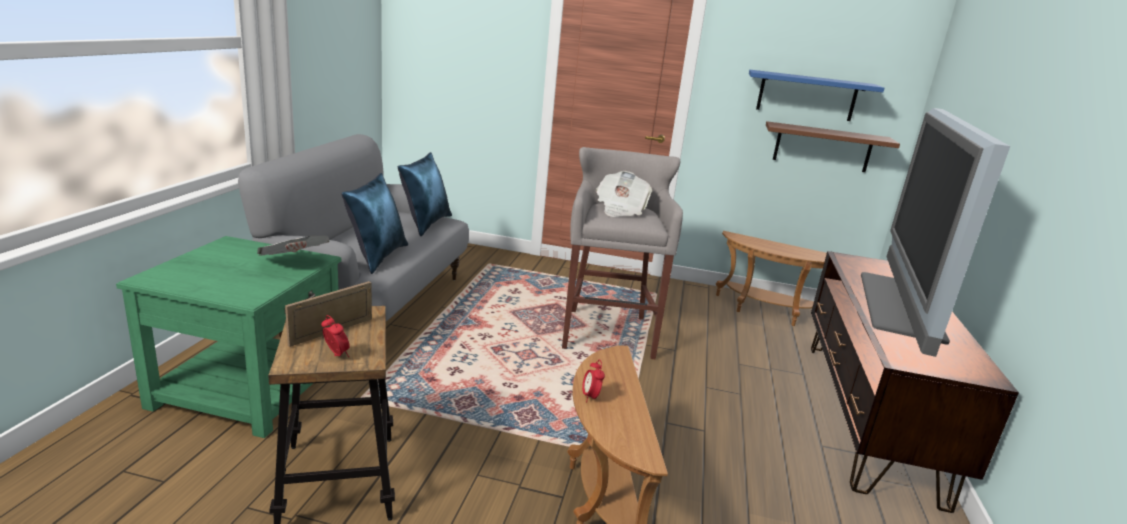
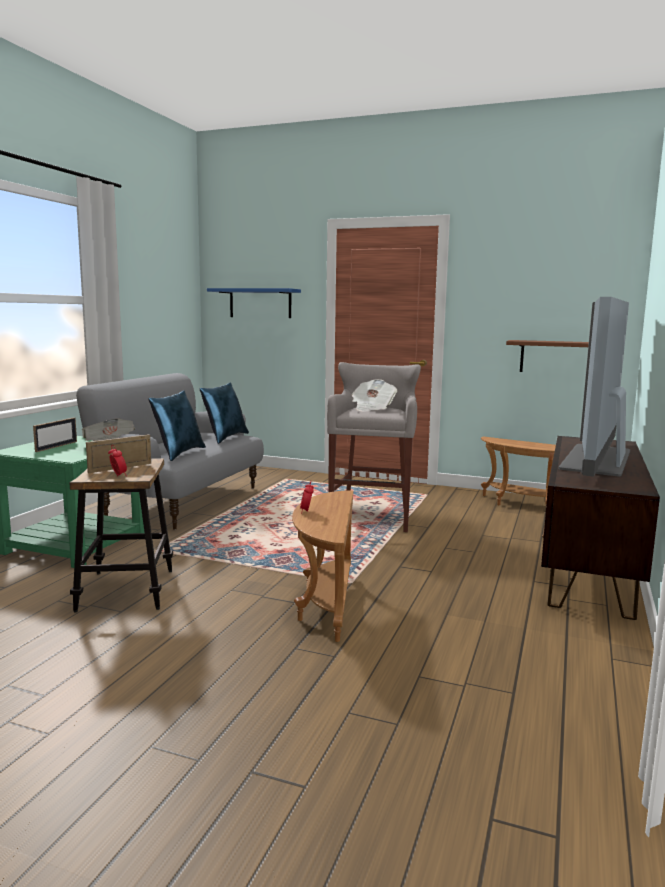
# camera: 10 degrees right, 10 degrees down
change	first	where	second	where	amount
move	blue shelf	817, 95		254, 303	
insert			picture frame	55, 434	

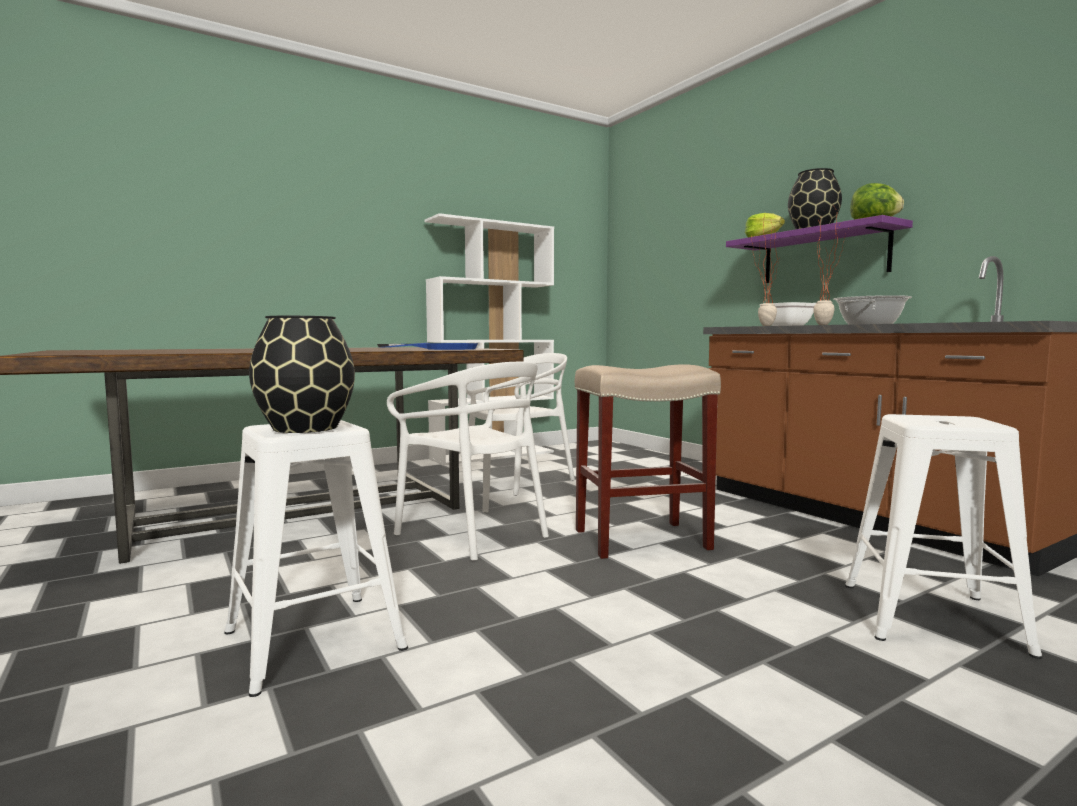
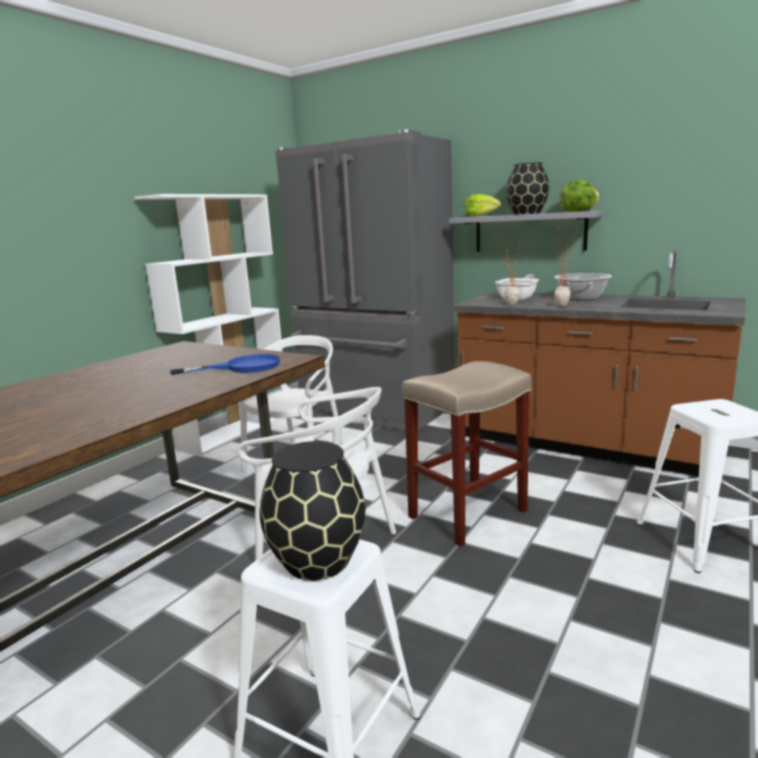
# camera: 25 degrees left, 10 degrees up
change	first	where	second	where	amount
recolor	purple shelf	819, 249	grey shelf	526, 231	
insert			grey fridge	364, 280	

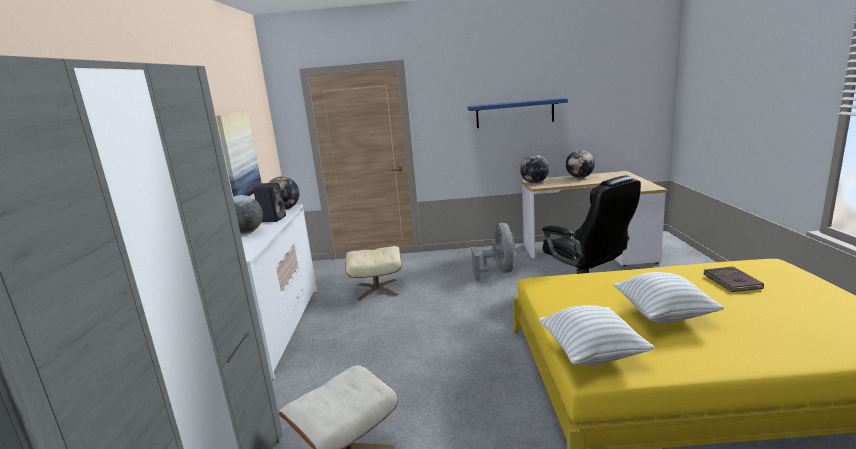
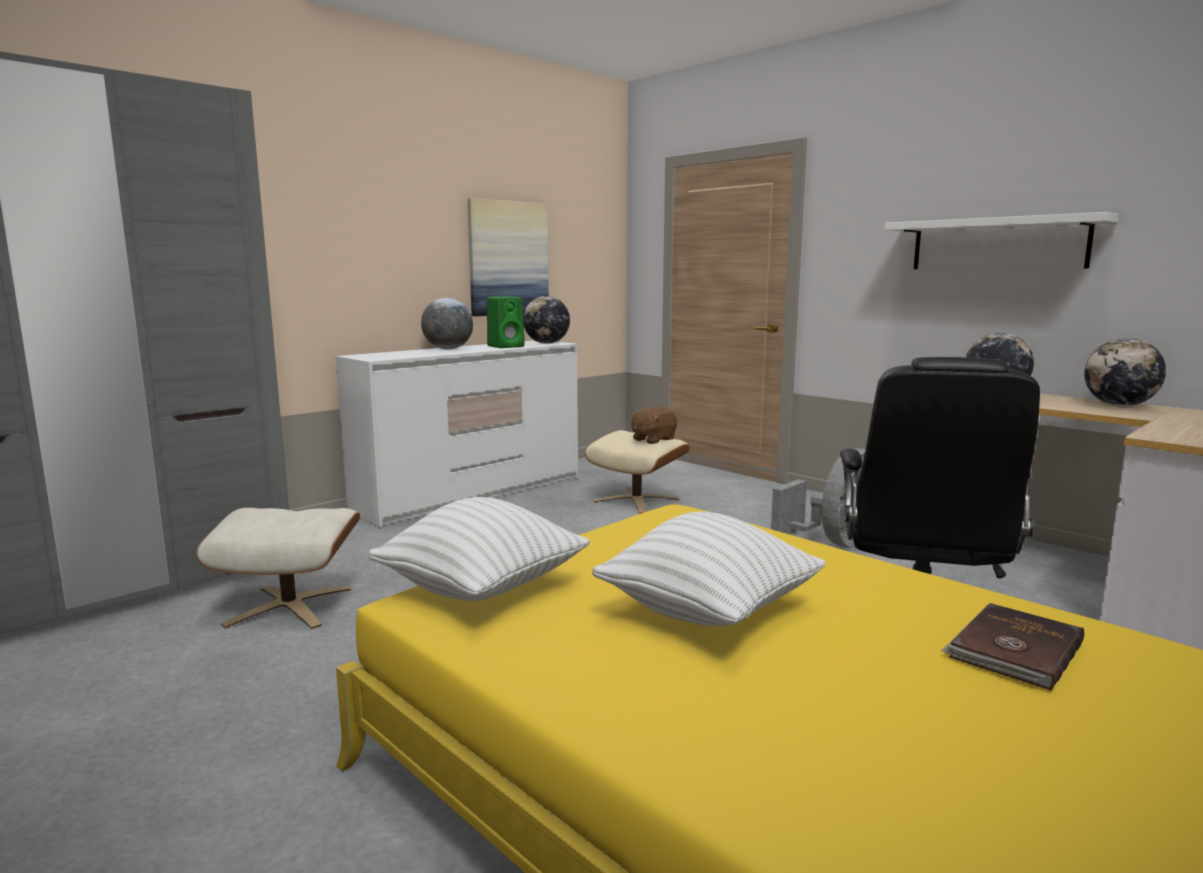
# camera: 45 degrees right, 5 degrees down
change	first	where	second	where	amount
recolor	black speaker	269, 202	green speaker	506, 322	
recolor	blue shelf	517, 113	white shelf	1001, 240	
insert			brown plush toy	654, 425	

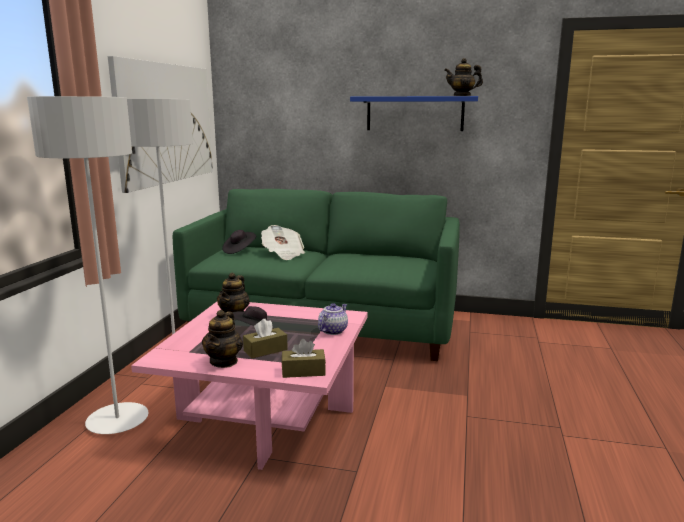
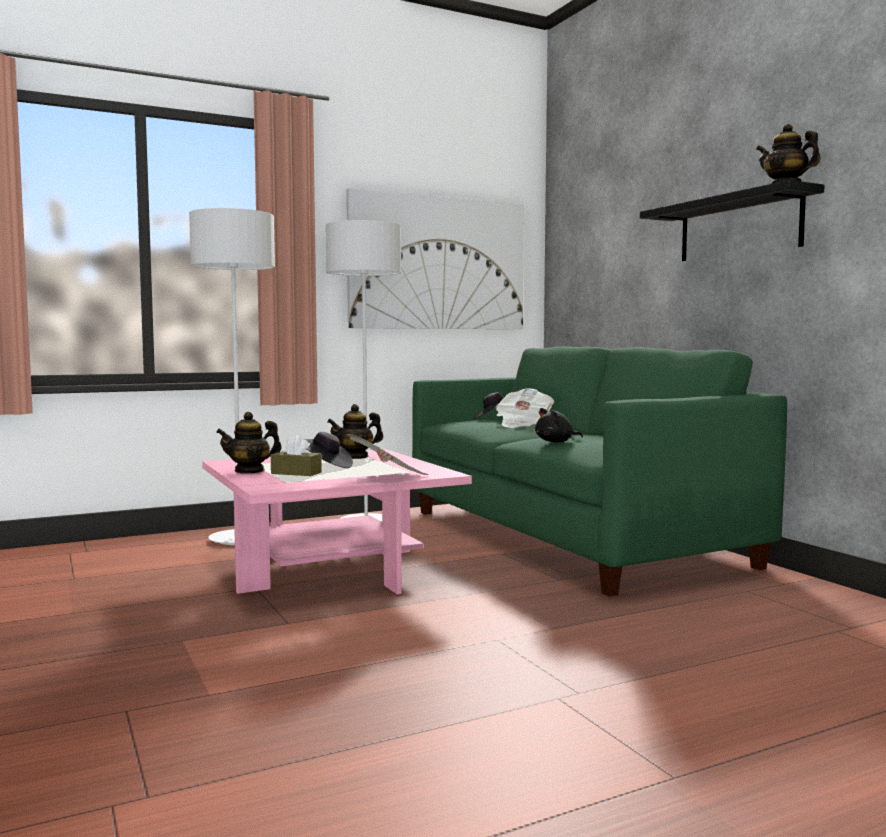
# camera: 50 degrees right, 10 degrees down
change	first	where	second	where	amount
delete	brown tissue box	304, 358			
replace	teapot	333, 319	newspaper	387, 454	
recolor	blue shelf	414, 113	black shelf	732, 220	
insert			black plush toy	559, 425	

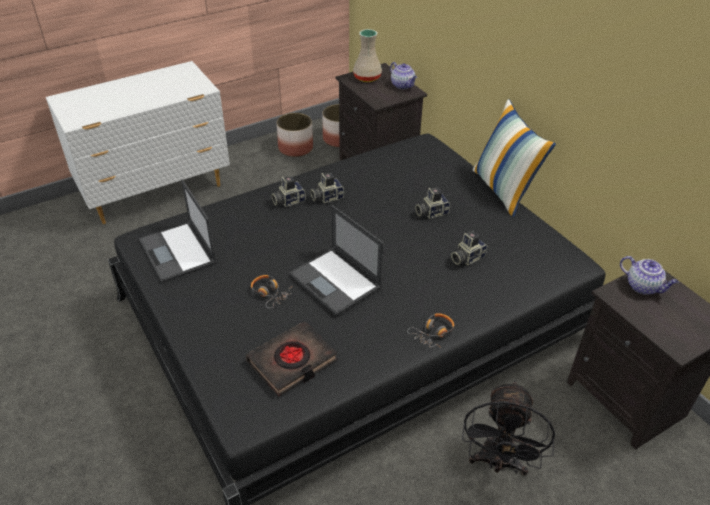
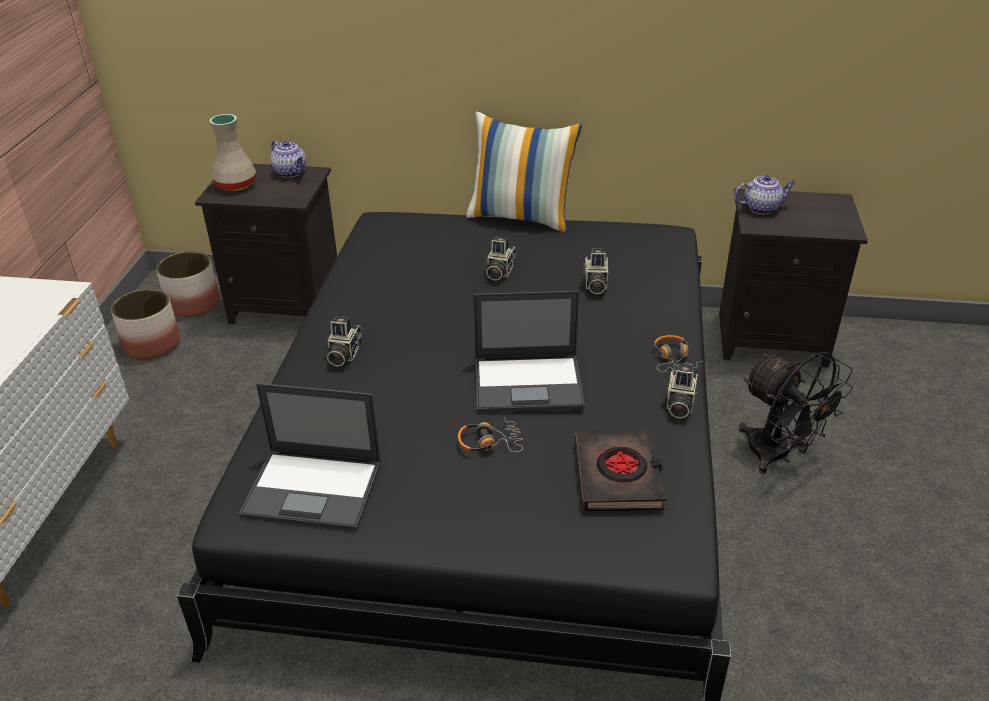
# camera: 50 degrees left, 5 degrees down
change	first	where	second	where	amount
move	photo camera	327, 188		681, 391	
rotate	teapot	403, 75		288, 158	45 degrees clockwise

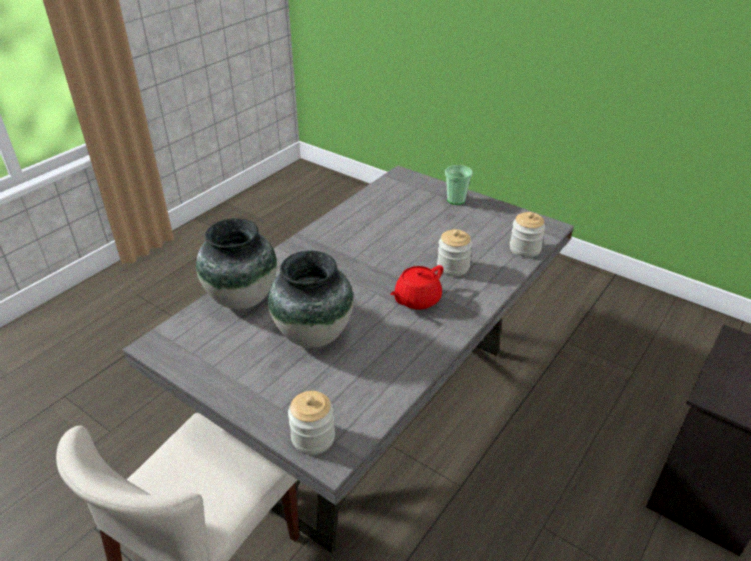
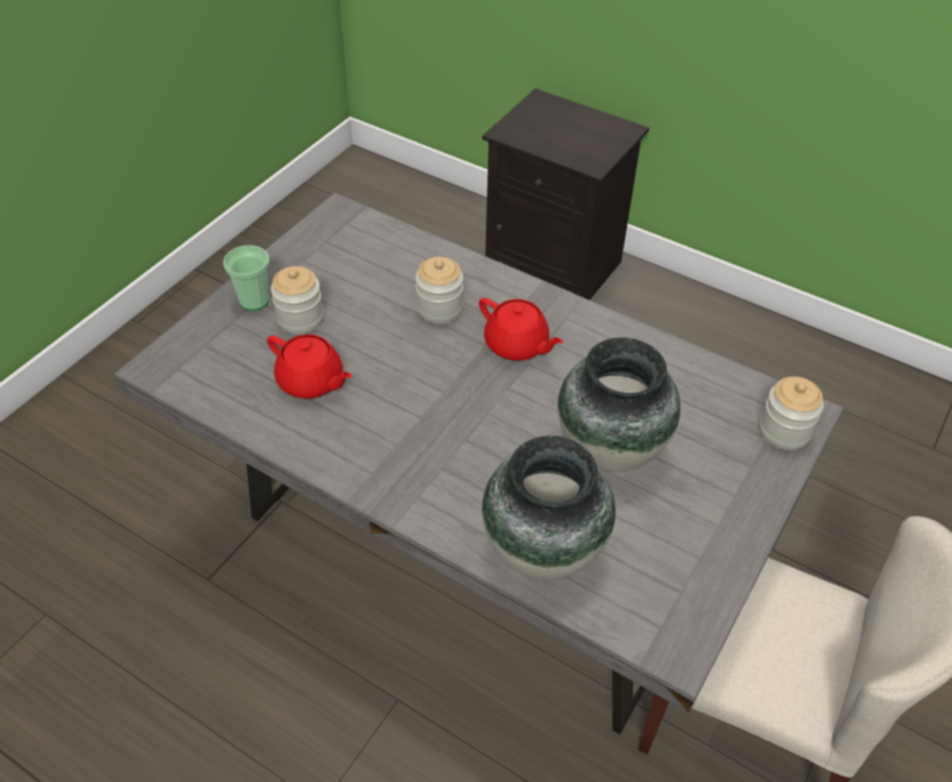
# camera: 95 degrees left, 10 degrees up
change	first	where	second	where	amount
move	jar	528, 234		297, 300	
insert			red teapot	309, 366	

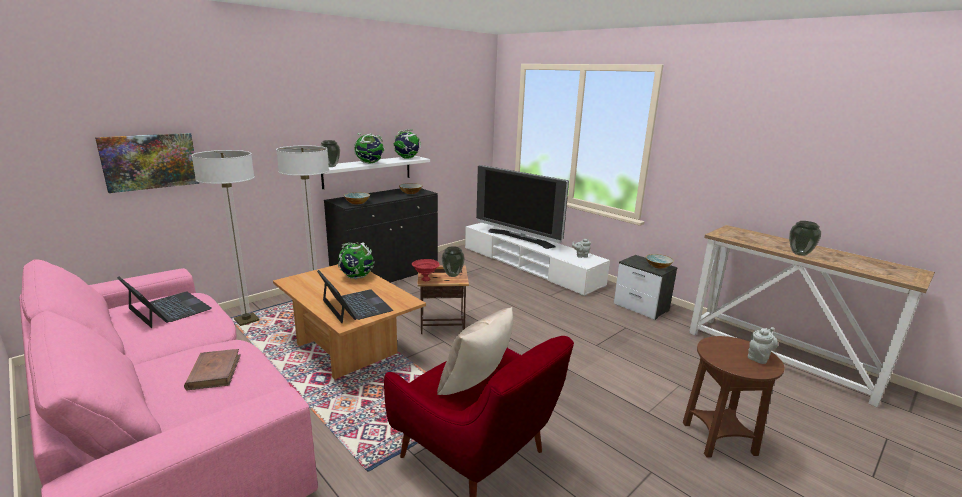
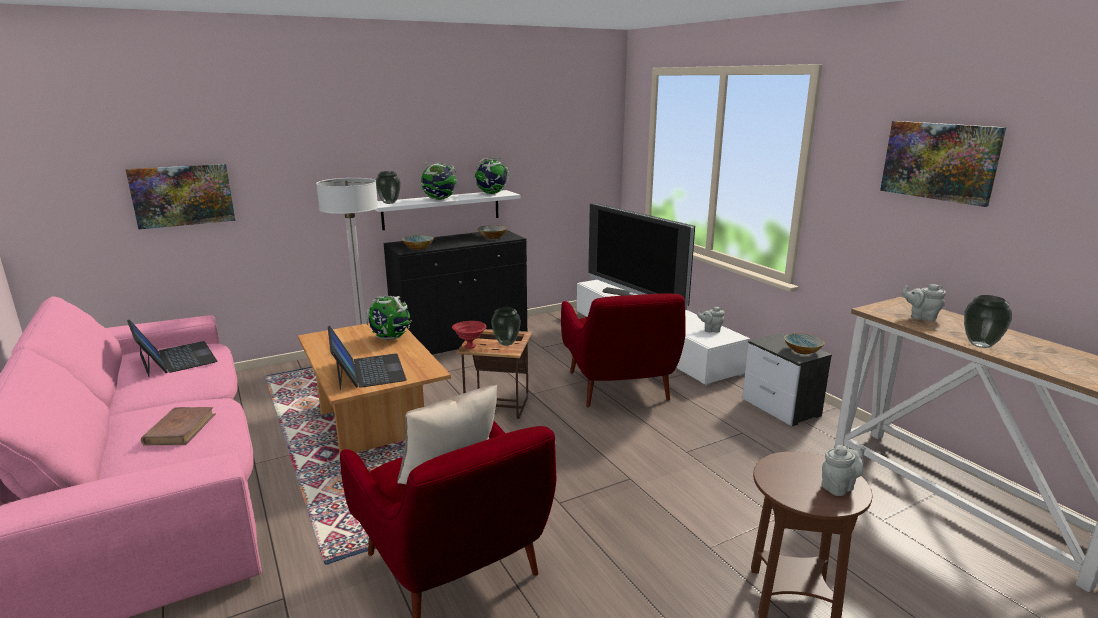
# camera: 15 degrees right, 0 degrees up
change	first	where	second	where	amount
delete	floor lamp	225, 238			
insert			red armchair	623, 350	
insert			picture	943, 164	
insert			grey teapot	924, 302	

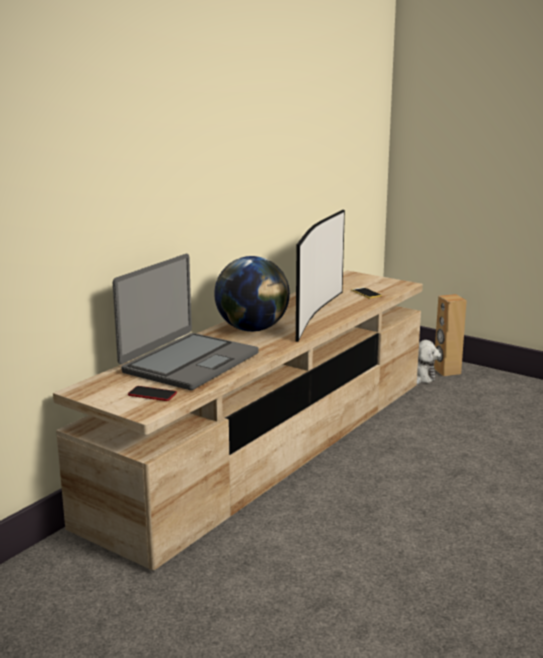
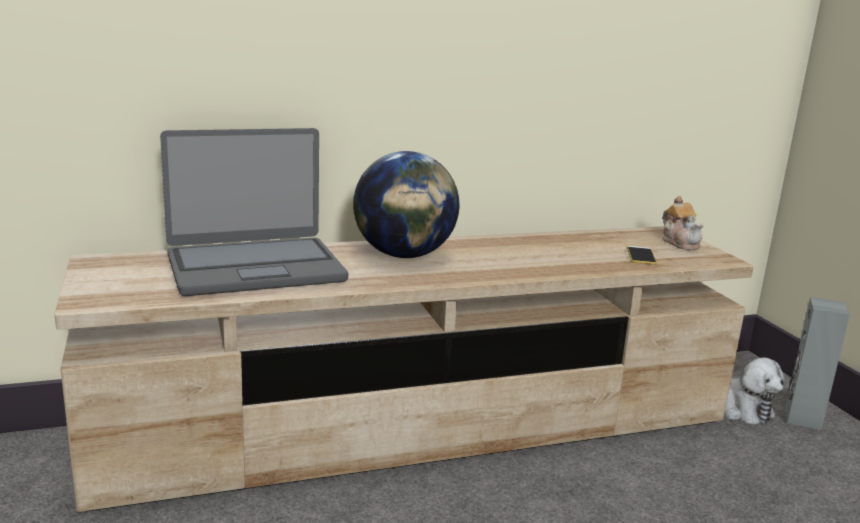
# camera: 35 degrees right, 0 degrees up
change	first	where	second	where	amount
delete	phone	152, 393			
delete	television	320, 276			
recolor	brown speaker	450, 335	grey speaker	817, 363	
insert			teapot	683, 223	

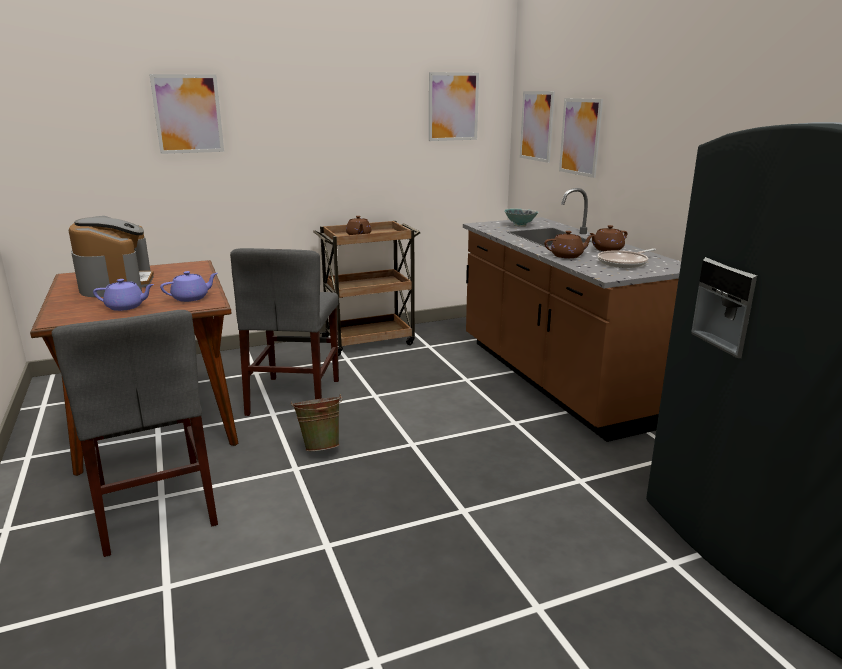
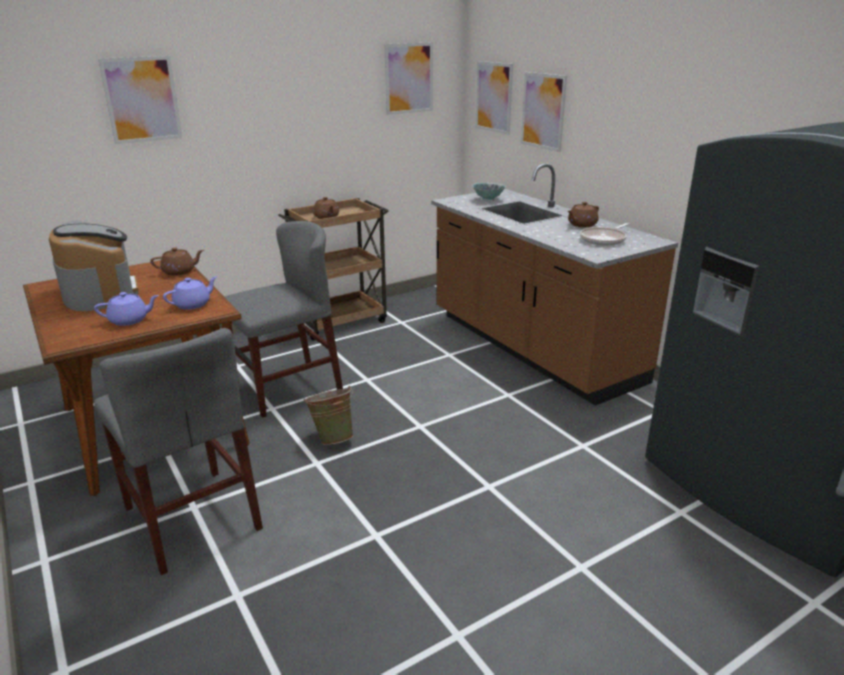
# camera: 10 degrees left, 5 degrees up
change	first	where	second	where	amount
rotate	grey chair	284, 332		283, 319	120 degrees counterclockwise
move	brown teapot	569, 244		177, 261	

